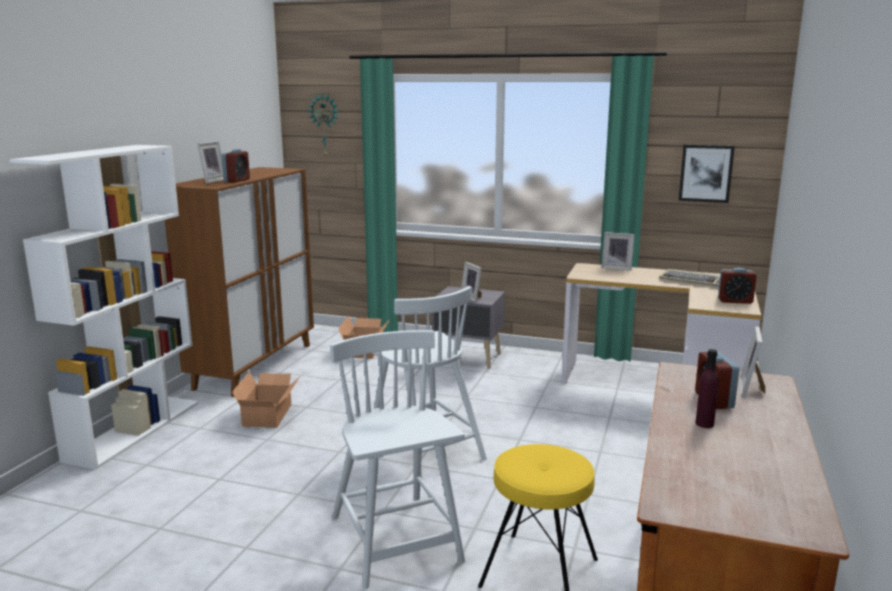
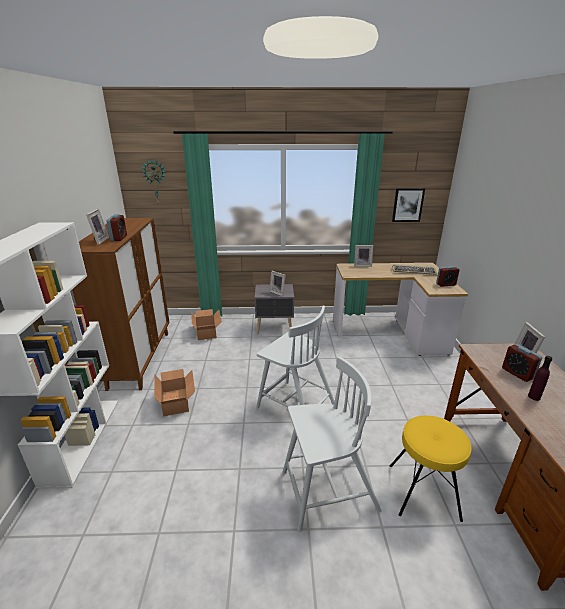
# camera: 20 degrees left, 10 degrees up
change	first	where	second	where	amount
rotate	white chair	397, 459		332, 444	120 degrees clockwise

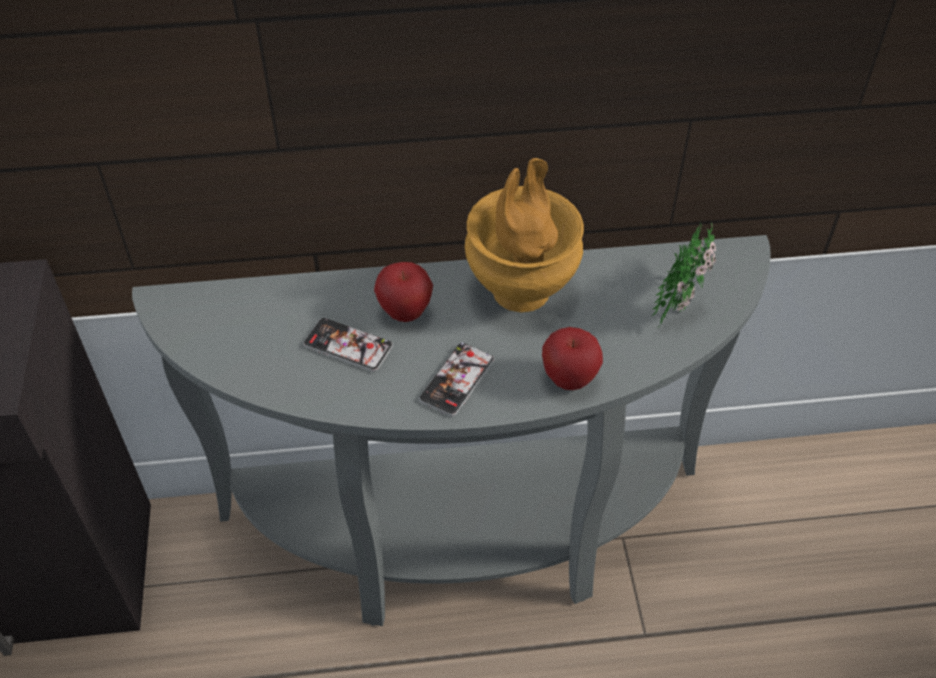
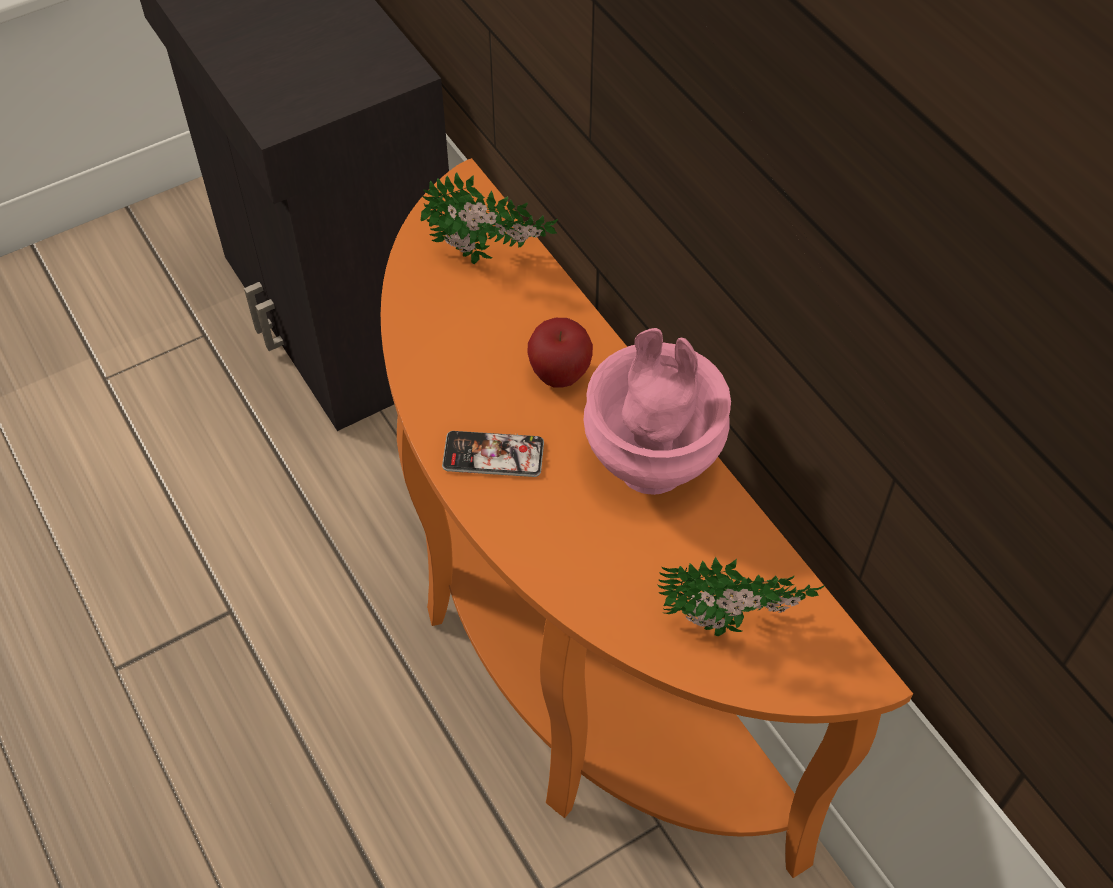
# camera: 65 degrees right, 5 degrees up
change	first	where	second	where	amount
recolor	grey console table	451, 430	orange console table	647, 518	
delete	phone	348, 345			
recolor	brown vase	524, 235	pink vase	657, 411	
delete	apple	572, 358			
insert			potted plant	489, 218	

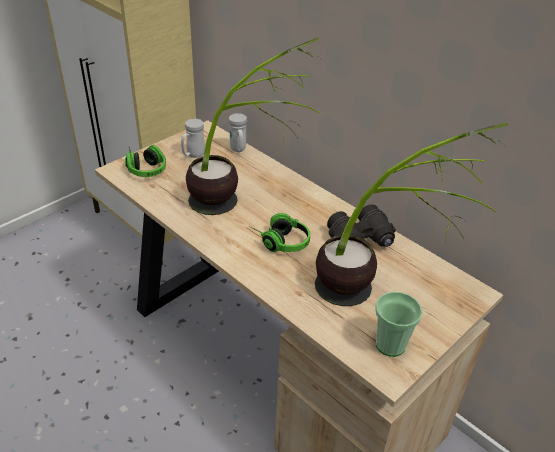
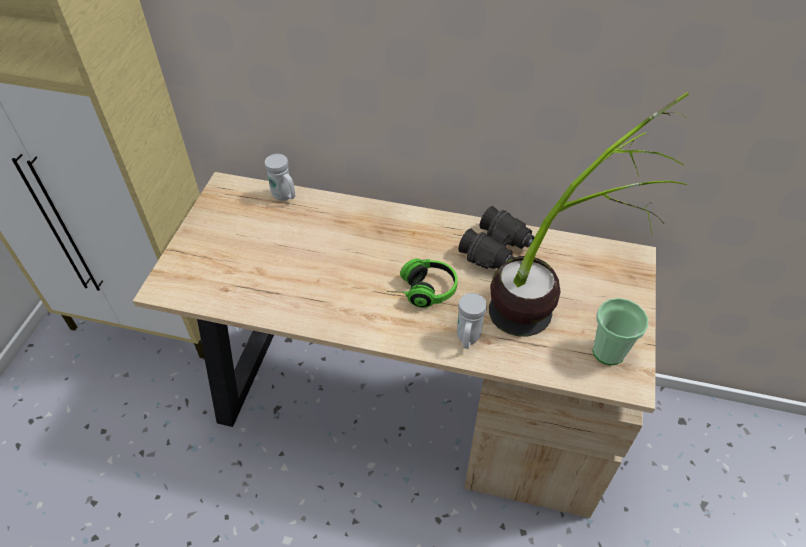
# camera: 30 degrees left, 10 degrees up
change	first	where	second	where	amount
delete	headphones	145, 161			
move	white mug	193, 138		472, 321	
delete	potted plant	254, 126			

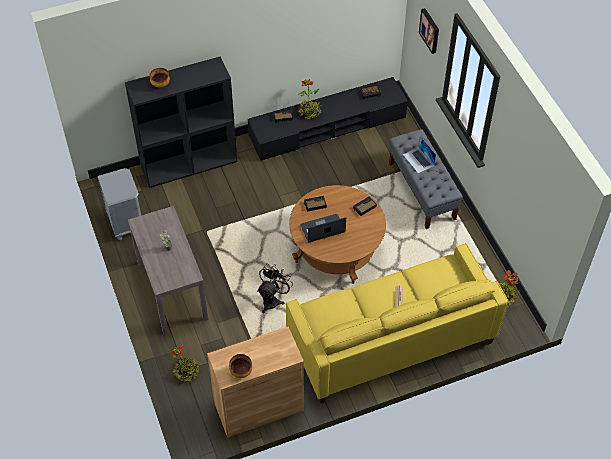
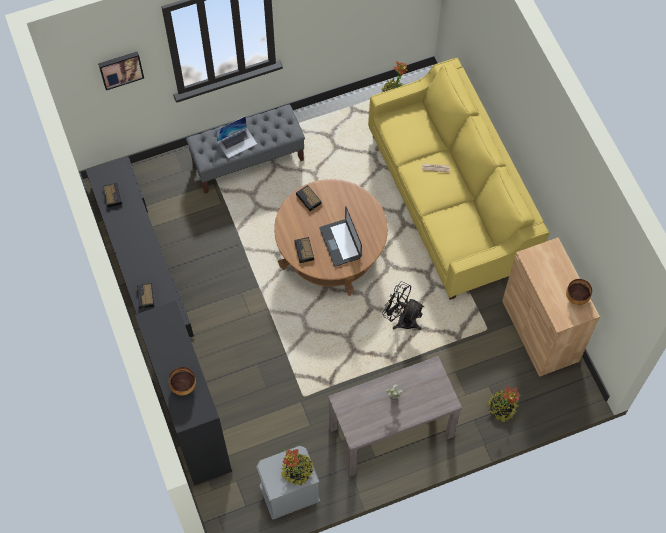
# camera: 90 degrees left, 10 degrees up
change	first	where	second	where	amount
move	potted plant	310, 99		297, 467	

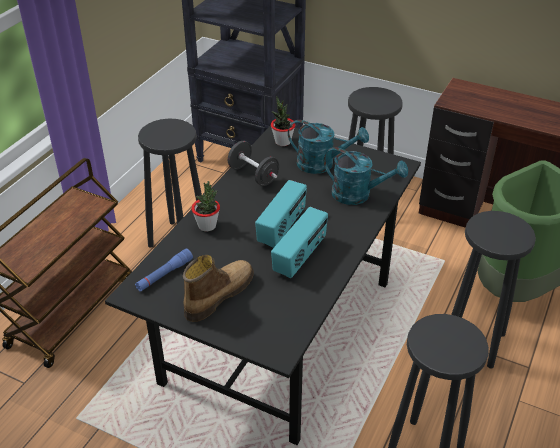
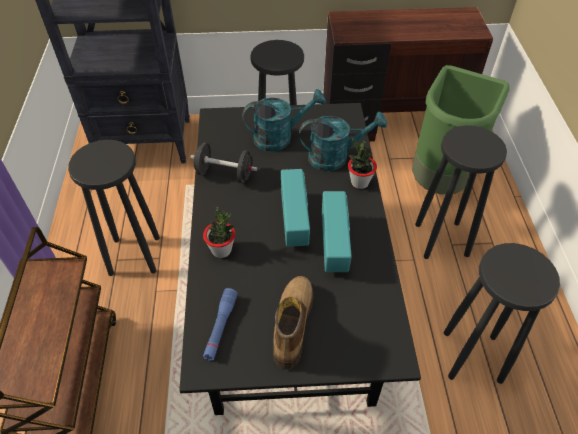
# camera: 30 degrees left, 10 degrees up
change	first	where	second	where	amount
move	potted plant	283, 121		362, 163	

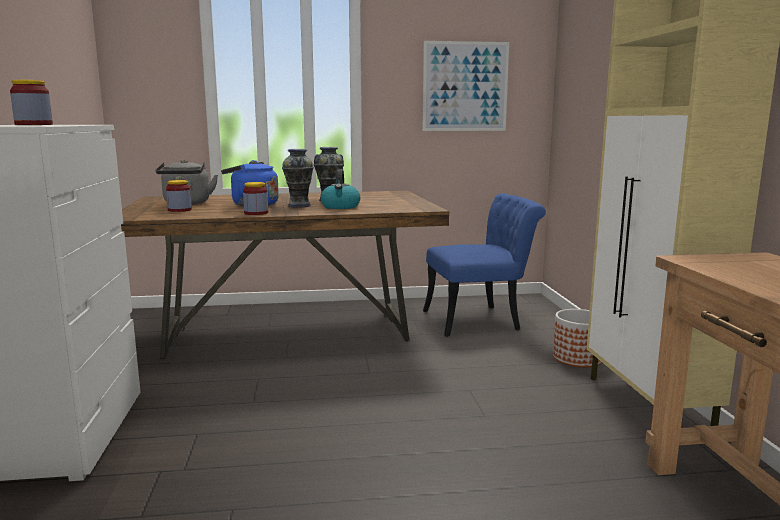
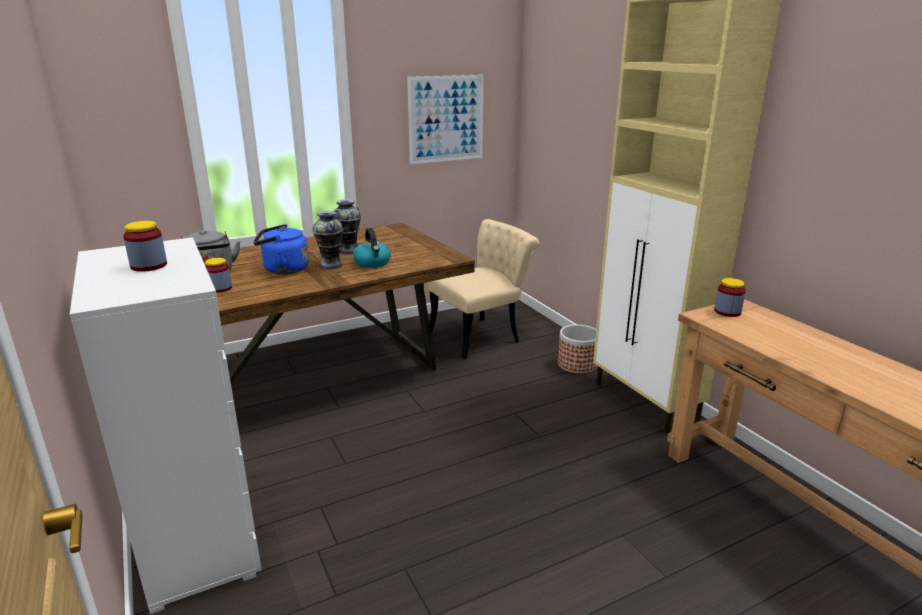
# camera: 20 degrees left, 10 degrees up
change	first	where	second	where	amount
move	jar	255, 198		730, 297	
recolor	blue chair	484, 265	beige chair	484, 289	

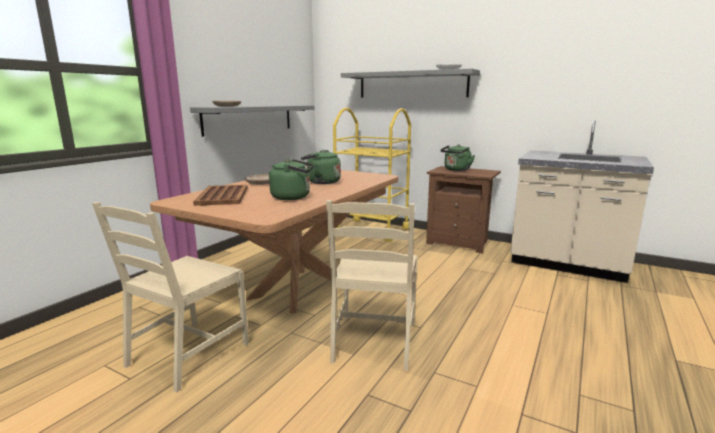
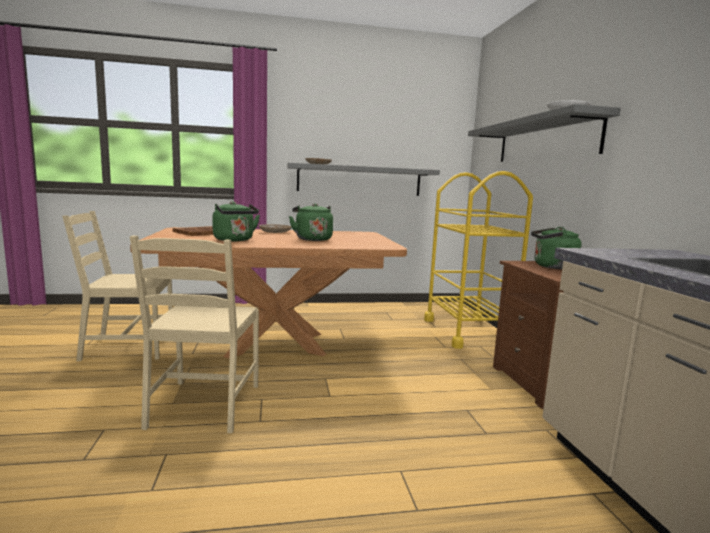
# camera: 50 degrees right, 5 degrees down
change	first	where	second	where	amount
rotate	beige chair	371, 285		194, 334	60 degrees counterclockwise

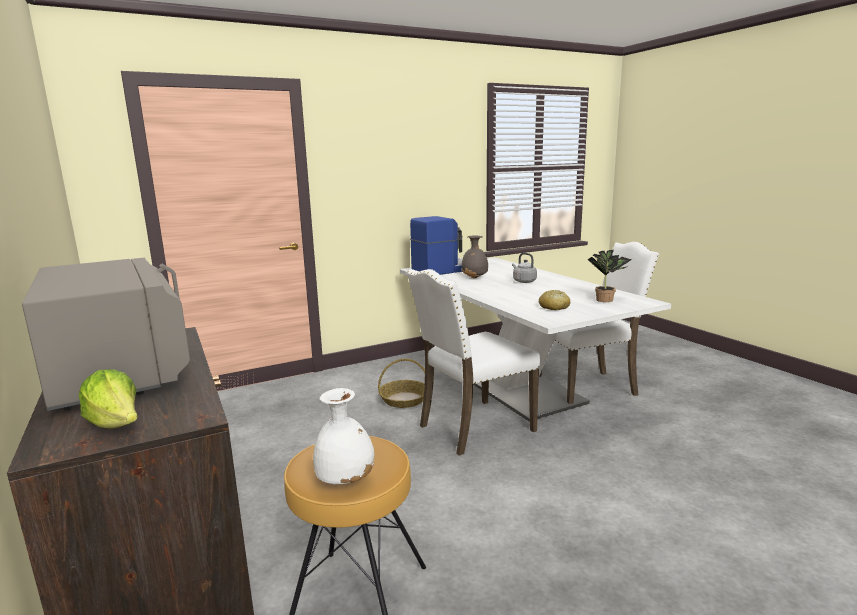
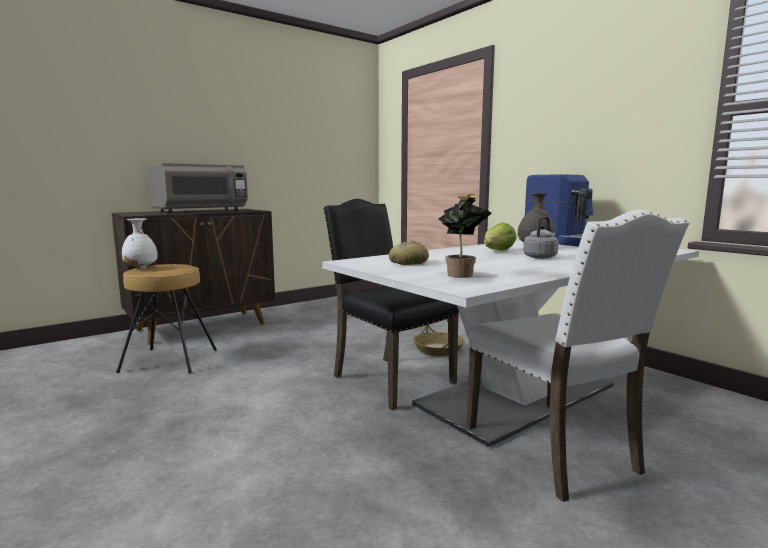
# camera: 80 degrees right, 5 degrees down
change	first	where	second	where	amount
move	lettuce	108, 398		500, 236	
recolor	white chair	473, 362	black chair	391, 305	

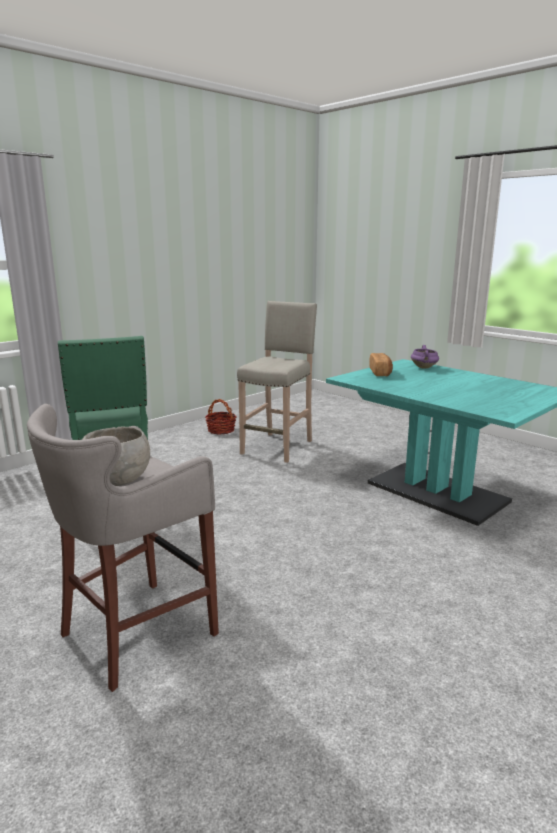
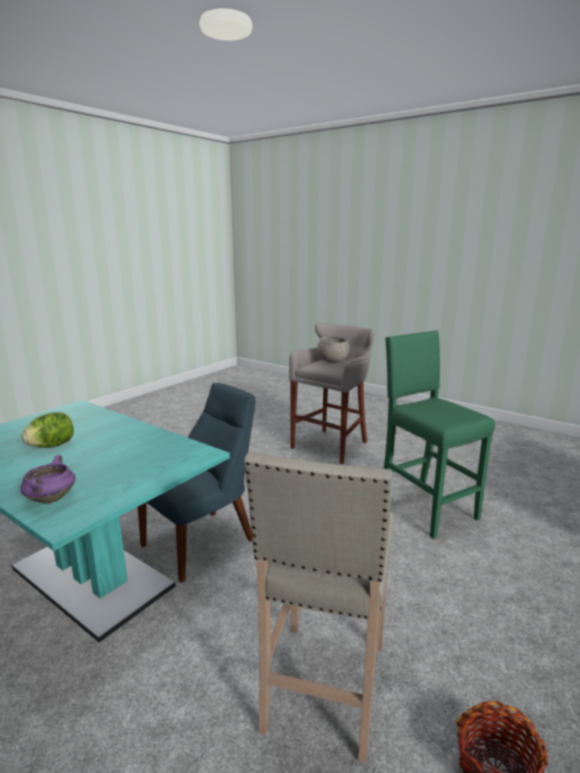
# camera: 170 degrees right, 0 degrees up
change	first	where	second	where	amount
delete	bread	381, 364			
insert			lettuce	48, 430	
insert			blue chair	196, 483	

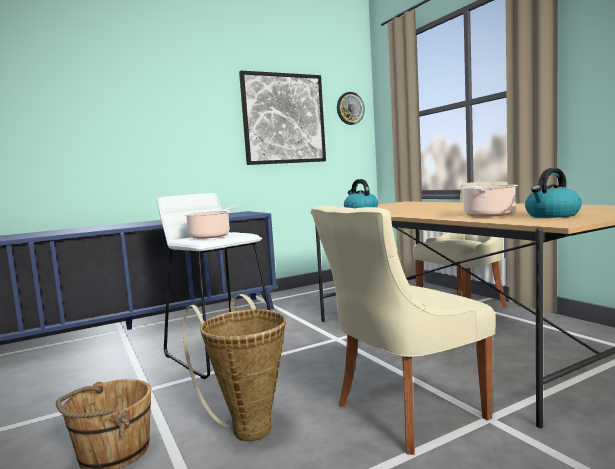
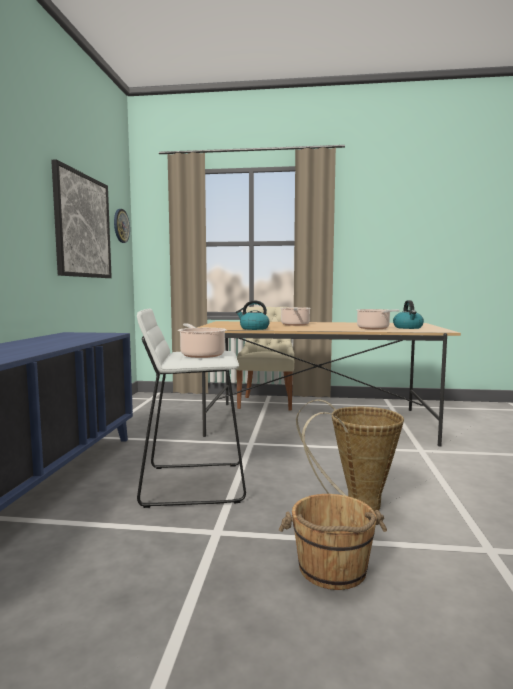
# camera: 55 degrees left, 0 degrees up
change	first	where	second	where	amount
delete	beige chair	403, 330			
insert			cooking pot	295, 316	

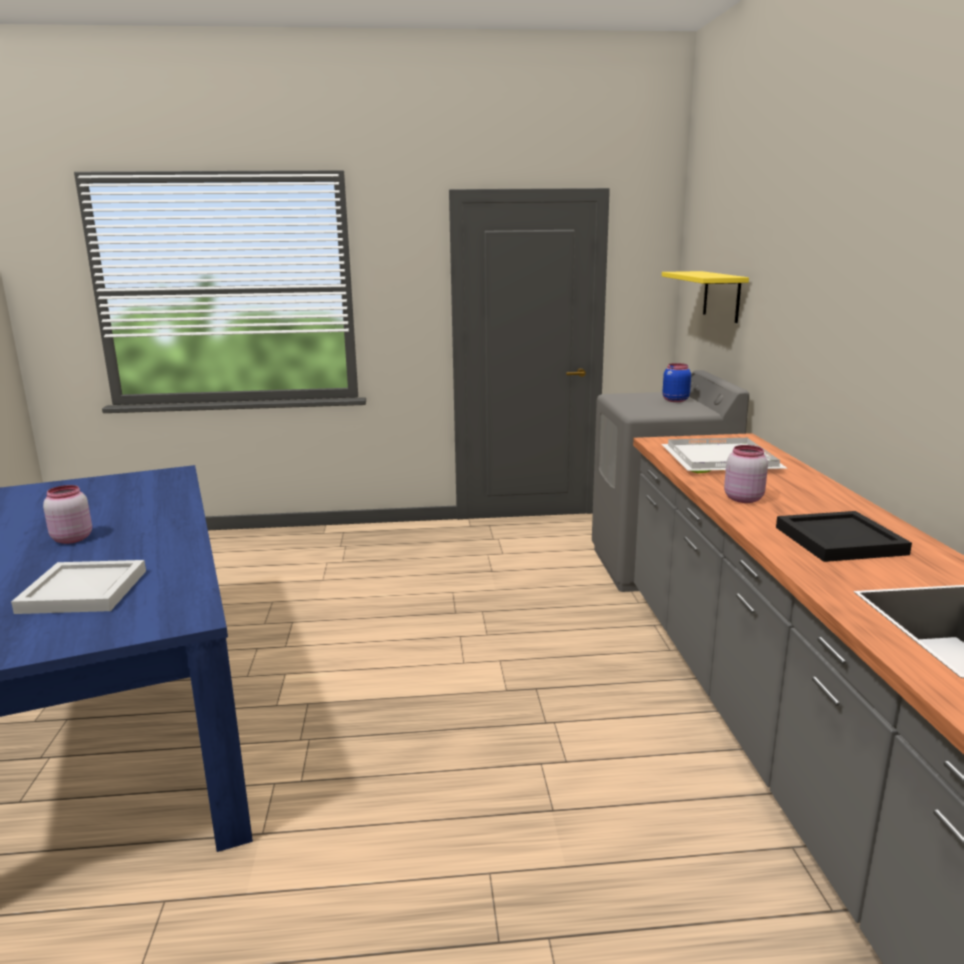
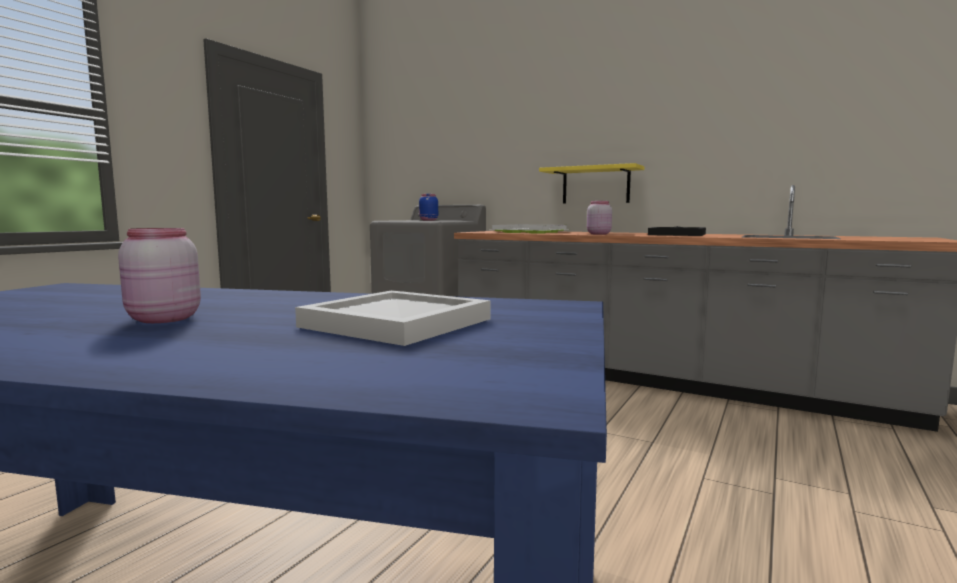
# camera: 55 degrees left, 10 degrees down
change	first	where	second	where	amount
move	yellow shelf	705, 297		591, 183	

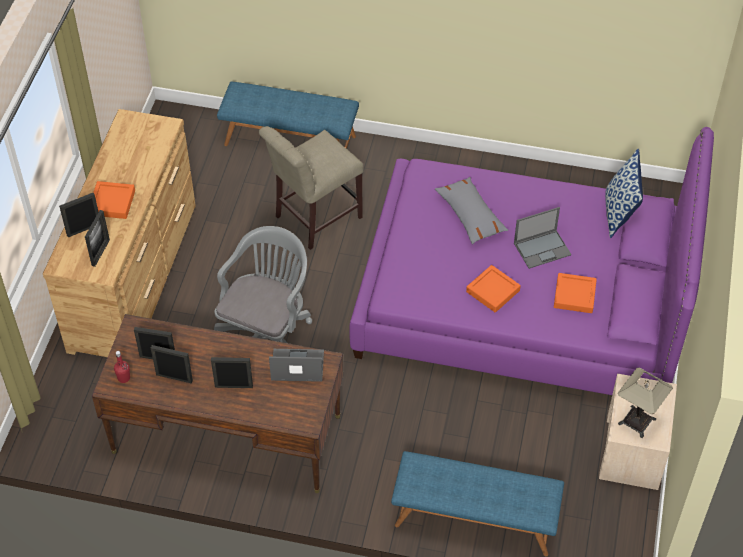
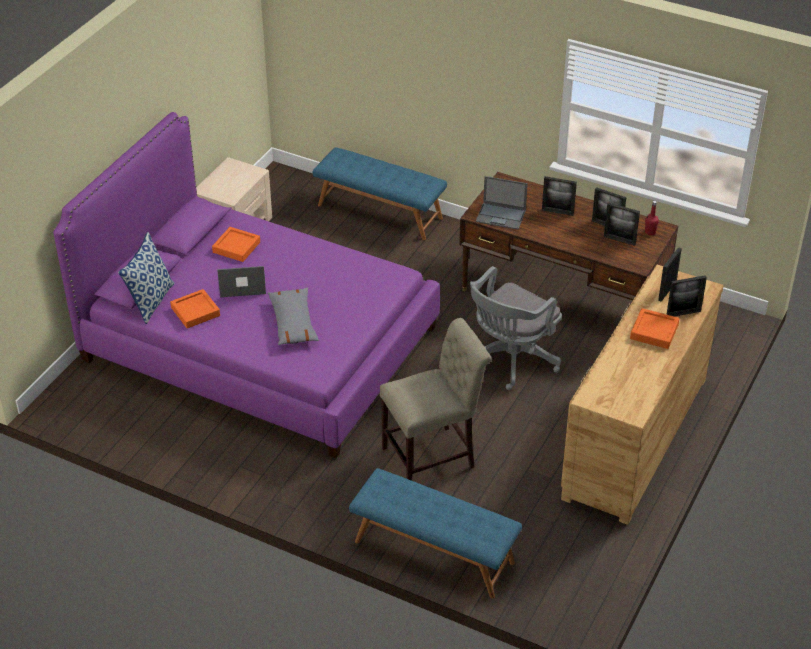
# camera: 165 degrees left, 10 degrees down
change	first	where	second	where	amount
move	orange tray	493, 289		195, 308	
delete	table lamp	645, 402			

